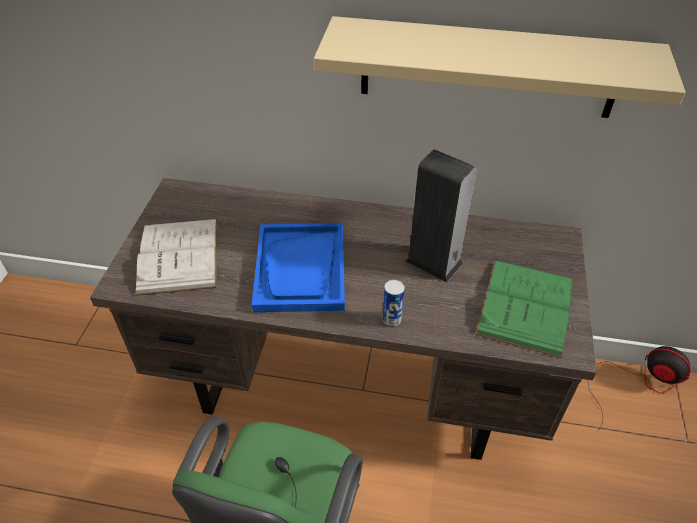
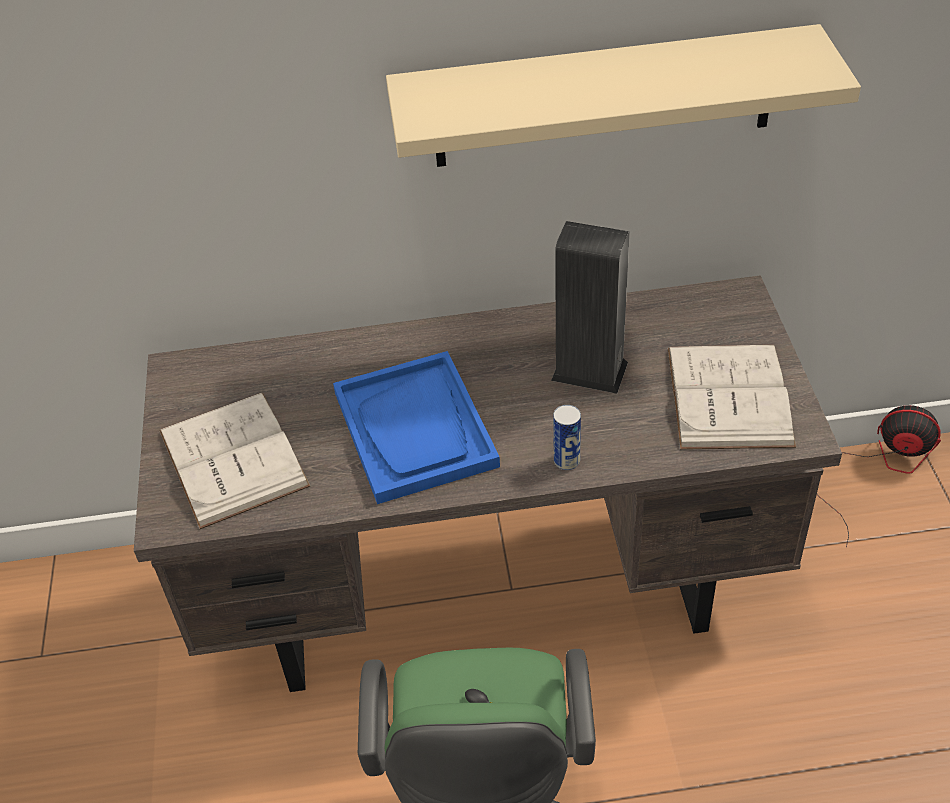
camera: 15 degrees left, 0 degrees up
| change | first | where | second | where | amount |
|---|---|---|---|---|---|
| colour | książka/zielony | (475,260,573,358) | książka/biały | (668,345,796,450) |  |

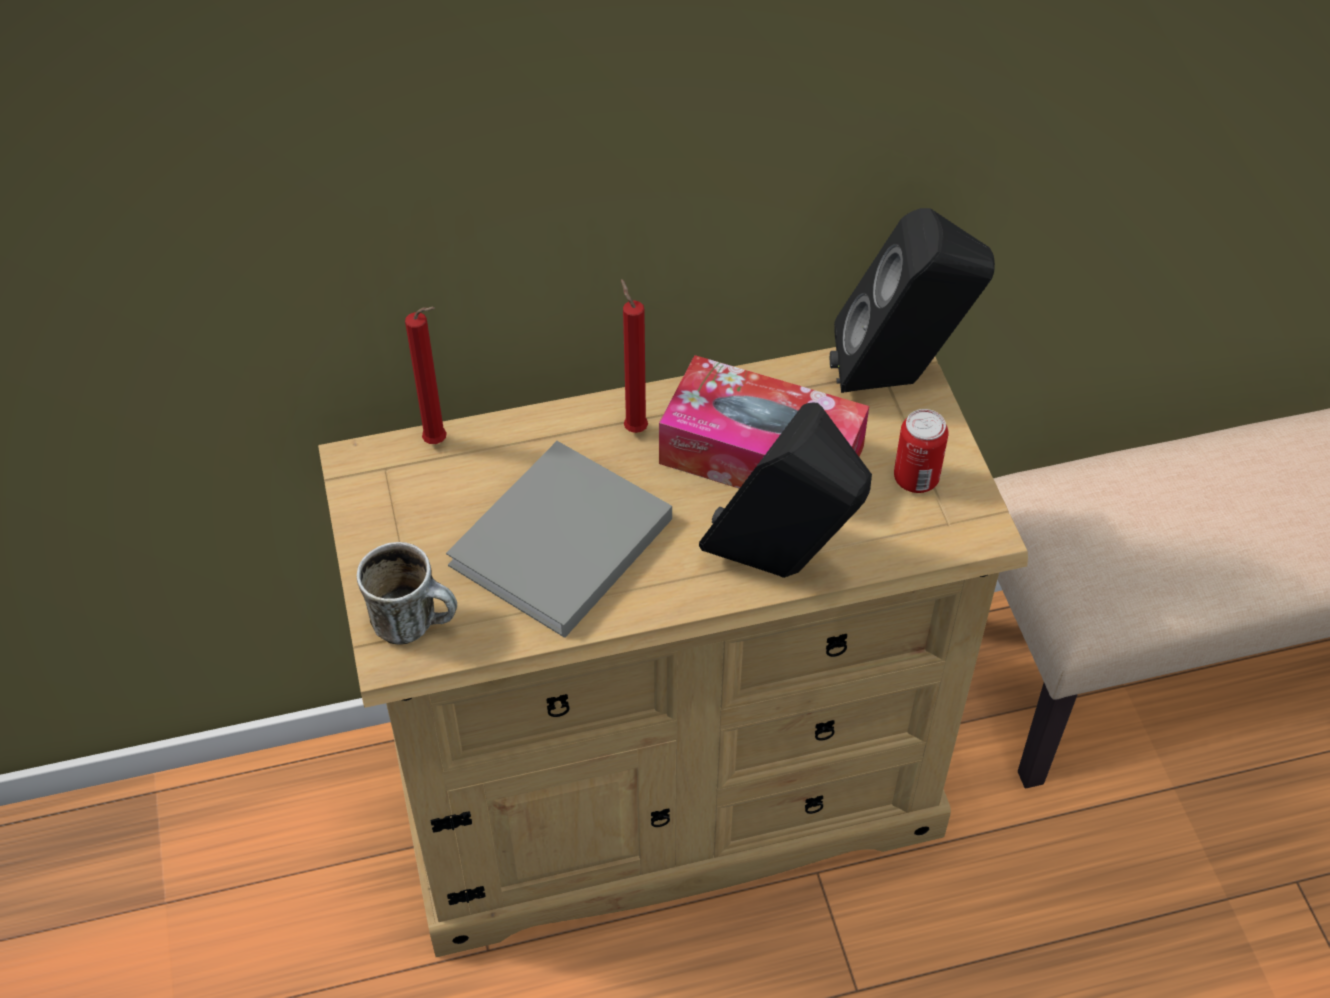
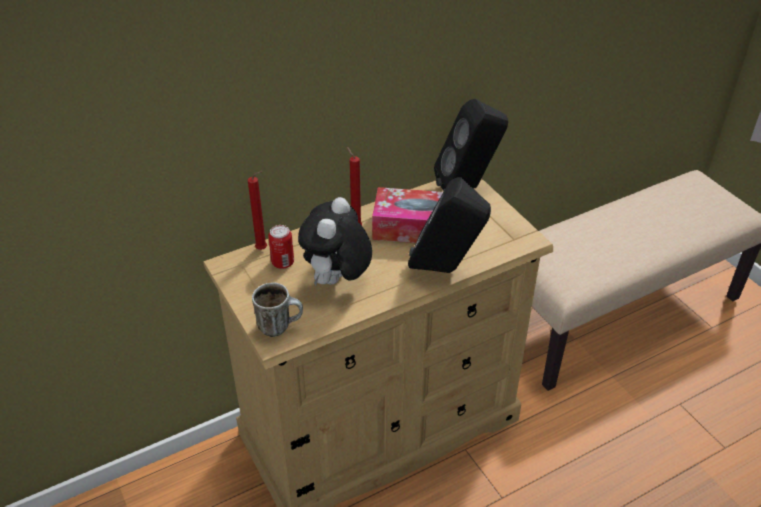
camera: 15 degrees left, 10 degrees down
| change | first | where | second | where | amount |
|---|---|---|---|---|---|
| exchanged | książka/szary | (446,441,672,638) | pluszak | (298,197,372,286) |  |
| relocated | puszka | (894,409,949,493) |  | (268,225,294,269) |  |

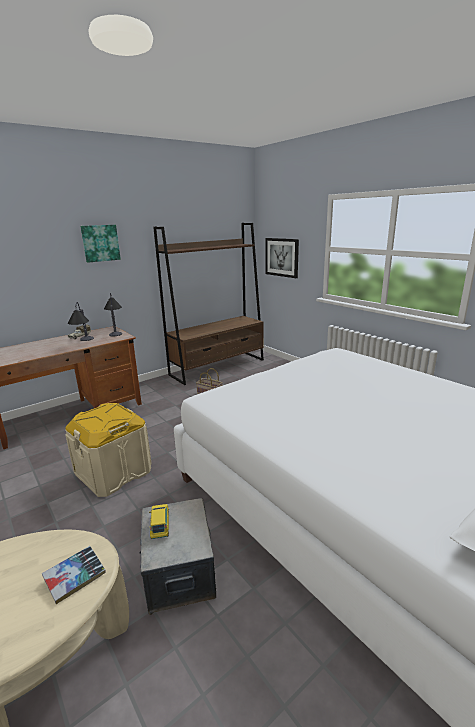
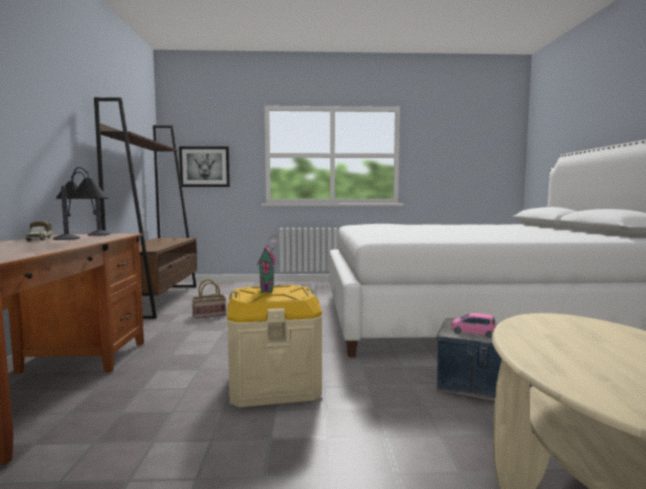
camera: 55 degrees left, 15 degrees down
| change | first | where | second | where | amount |
|---|---|---|---|---|---|
| missing | książka | (42,546,106,604) |  |  |  |
| missing | obraz | (80,225,121,263) |  |  |  |
| colour | samochodzik/żółty | (149,504,169,539) | samochodzik/różowy | (451,313,495,338) |  |
| appeared |  |  | domek | (257,235,278,293) |  |

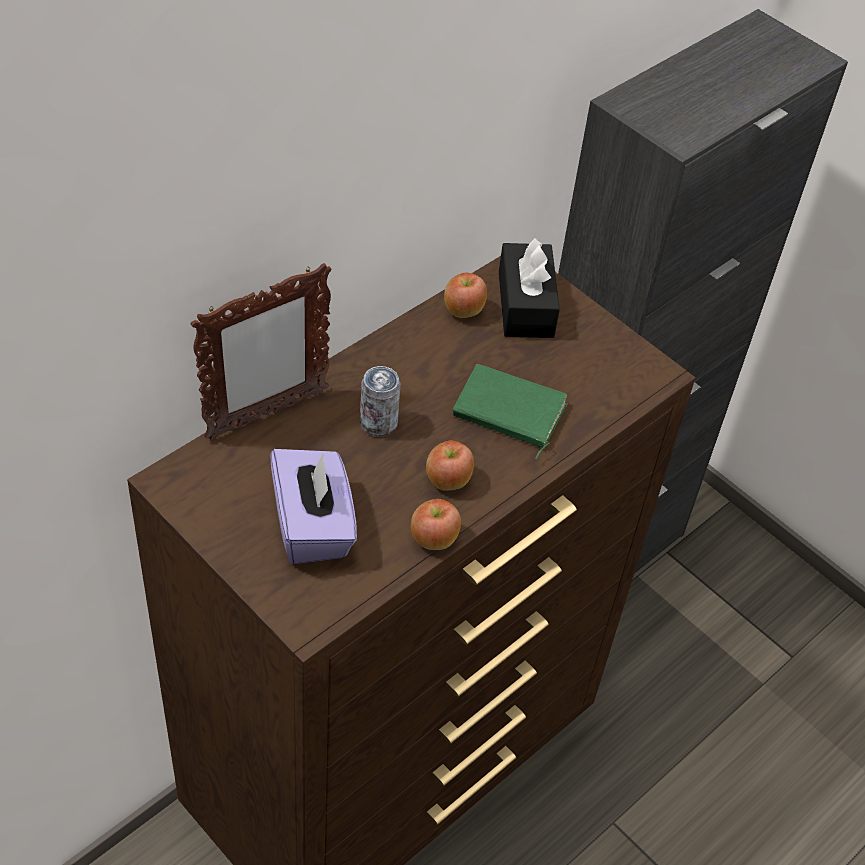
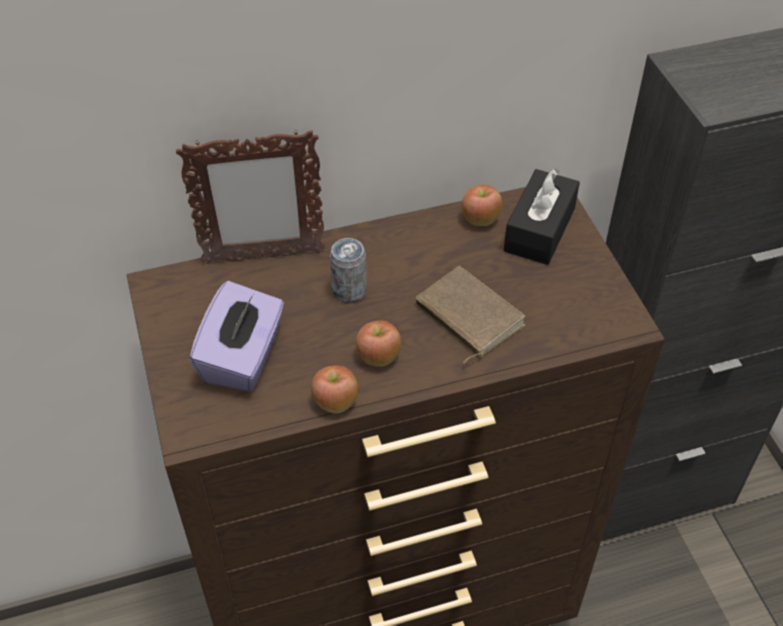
camera: 30 degrees right, 0 degrees up
| change | first | where | second | where | amount |
|---|---|---|---|---|---|
| colour | książka/zielony | (453,364,567,459) | książka/brązowy | (416,266,525,363) |  |

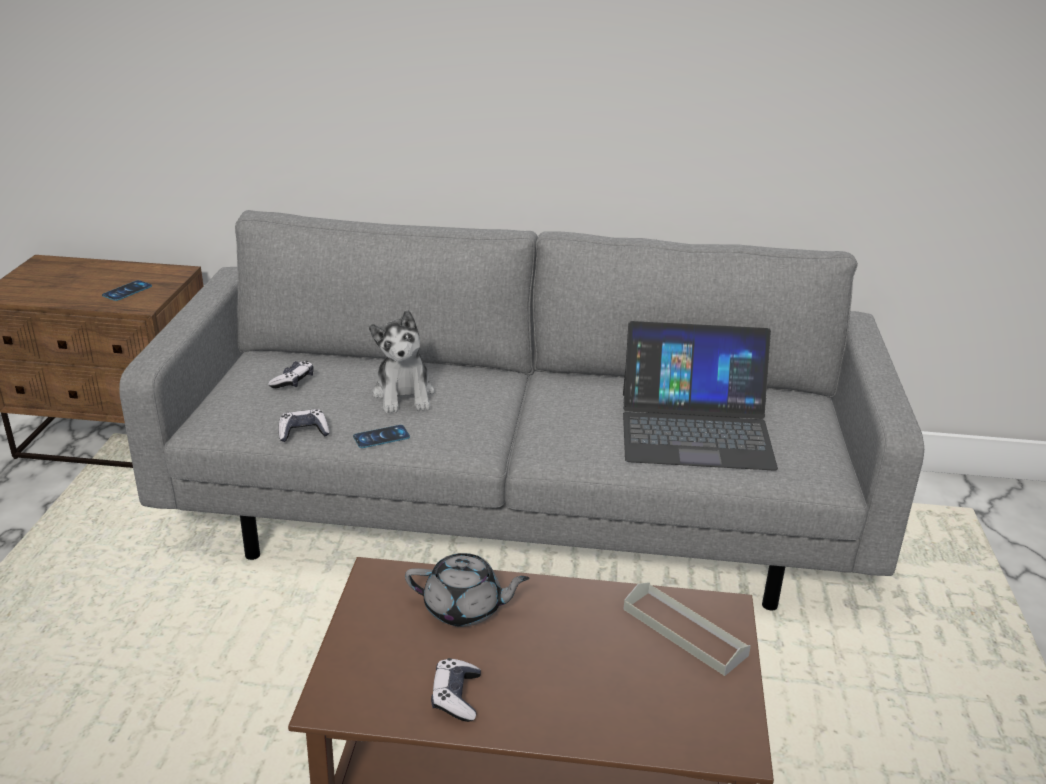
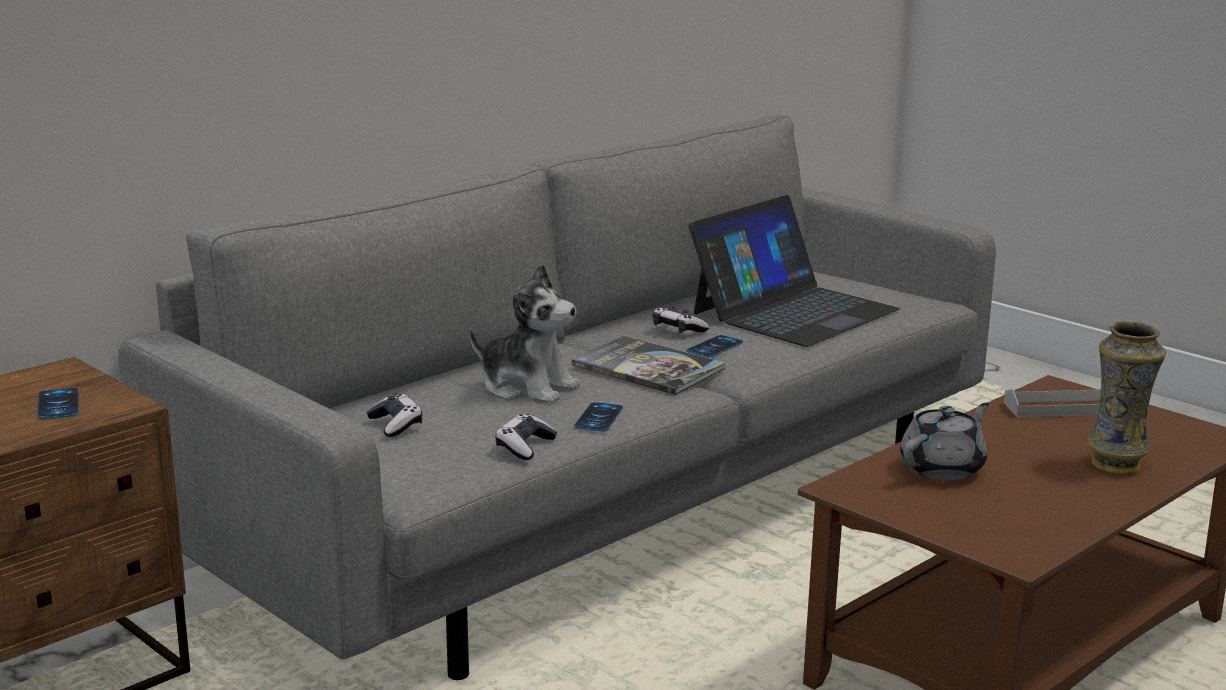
camera: 50 degrees left, 10 degrees down
| change | first | where | second | where | amount |
|---|---|---|---|---|---|
| relocated | pad do gier | (431,658,481,722) |  | (653,306,710,333) |  |
| appeared |  |  | książka | (572,336,725,395) |  |
| appeared |  |  | telefon | (687,335,743,358) |  |
| appeared |  |  | wazon | (1087,321,1166,474) |  |

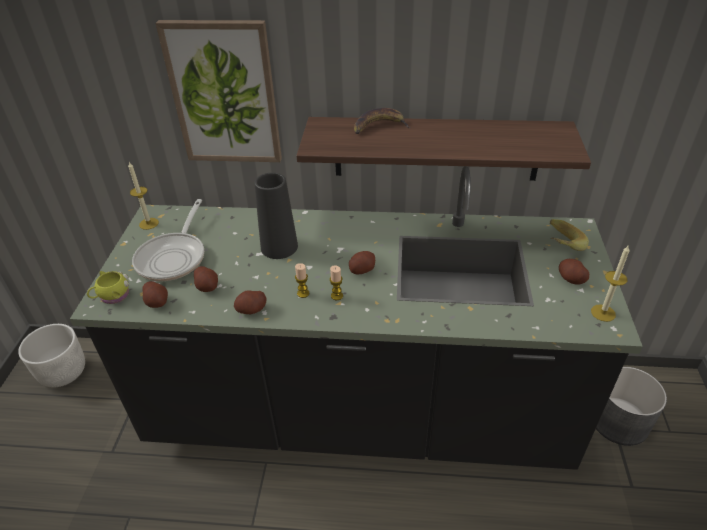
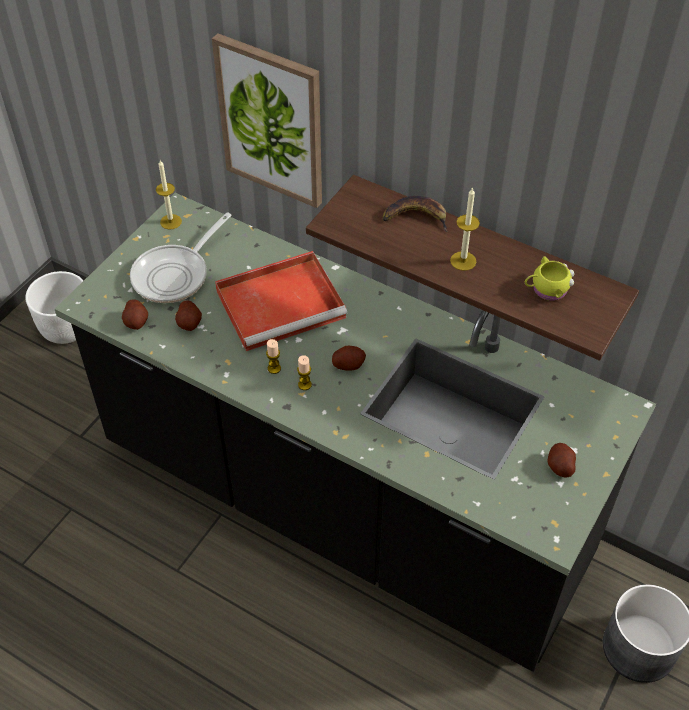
camera: 25 degrees right, 10 degrees up
| change | first | where | second | where | amount |
|---|---|---|---|---|---|
| relocated | kubek/żółty | (87,271,129,304) |  | (525,256,574,301) |  |
| missing | ziemniak | (234,290,266,314) |  |  |  |
| exchanged | wazon/czarny | (254,173,298,259) | taca/czerwony | (215,251,347,351) |  |
| missing | banan | (550,219,589,251) |  |  |  |
| relocated | świeca | (591,246,630,322) |  | (450,187,480,271) |  |

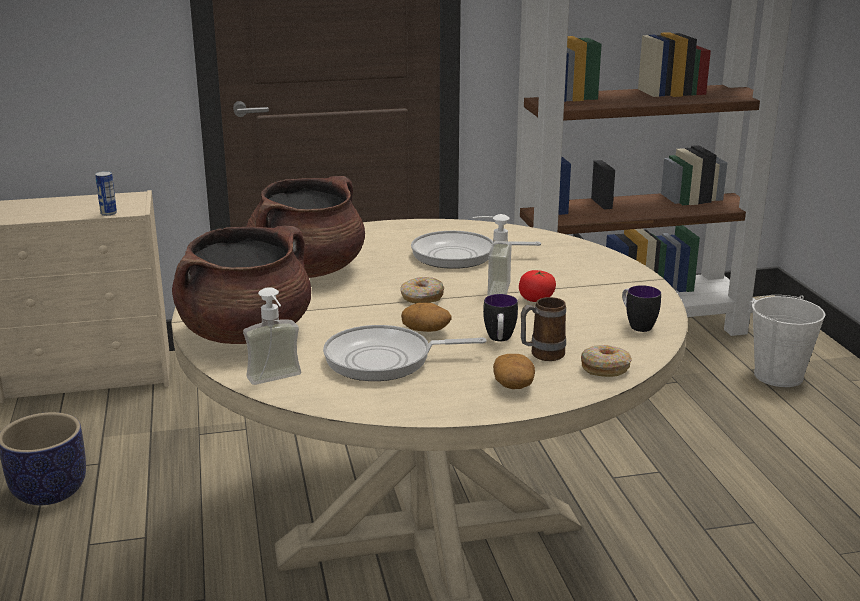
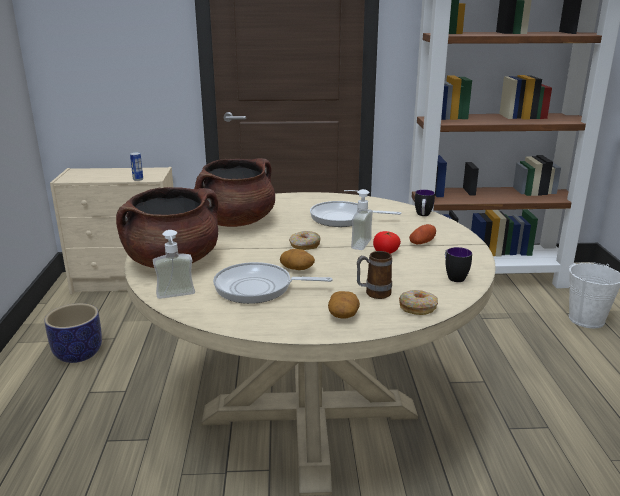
camera: 10 degrees right, 0 degrees up
| change | first | where | second | where | amount |
|---|---|---|---|---|---|
| relocated | kubek | (483,294,518,341) |  | (415,190,435,216) |  |
| appeared |  |  | ziemniak | (409,224,436,244) |  |

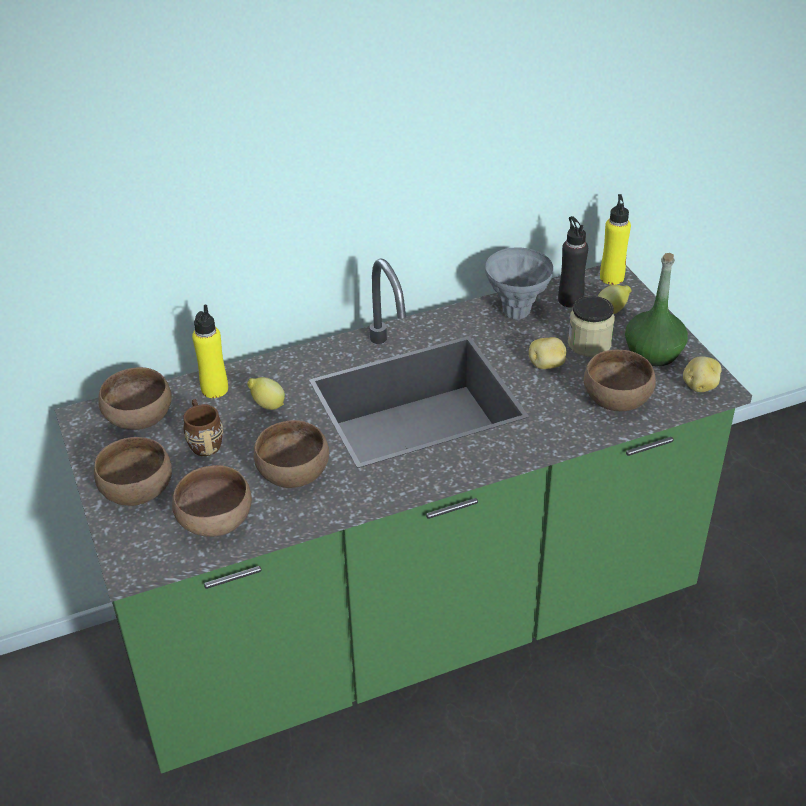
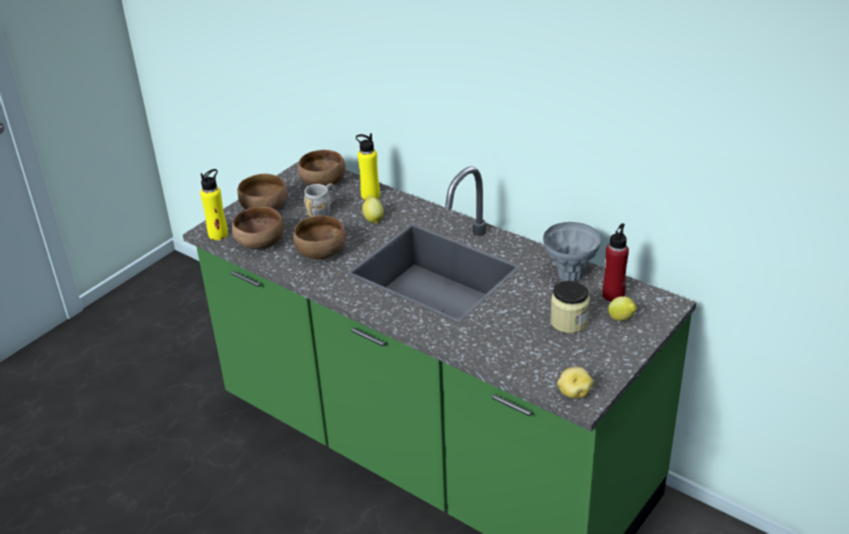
camera: 60 degrees right, 5 degrees down
| change | first | where | second | where | amount |
|---|---|---|---|---|---|
| colour | kubek/brązowy | (183,399,223,456) | kubek/szary | (304,183,336,217) |  |
| missing | ziemniak | (529,337,566,369) |  |  |  |
| colour | butelka/czarny | (558,216,588,308) | butelka/czerwony | (602,223,629,302) |  |
| missing | miska/brązowy | (584,350,656,411) |  |  |  |
| relocated | butelka/żółty | (600,194,631,285) |  | (200,169,228,240) |  |
| missing | butelka/zielony | (625,253,688,366) |  |  |  |

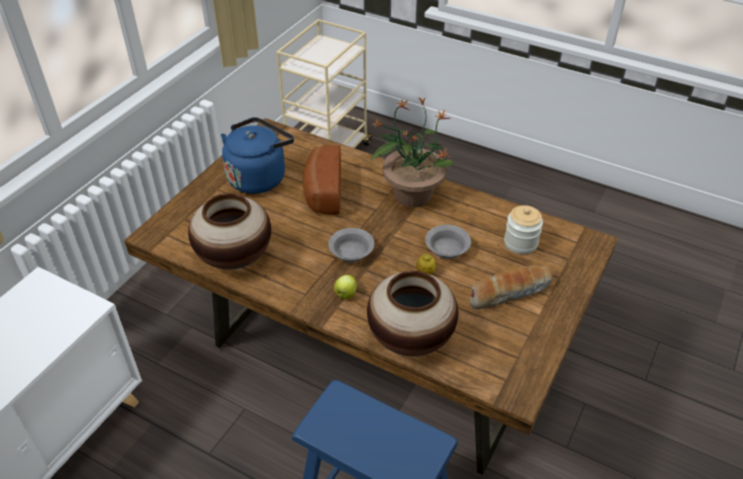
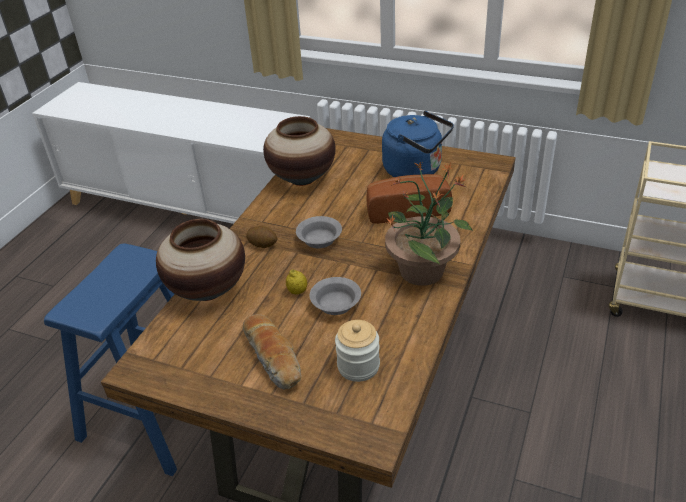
camera: 85 degrees right, 5 degrees down
| change | first | where | second | where | amount |
|---|---|---|---|---|---|
| exchanged | jabłko | (334,275,357,299) | ziemniak | (246,226,278,248) |  |

